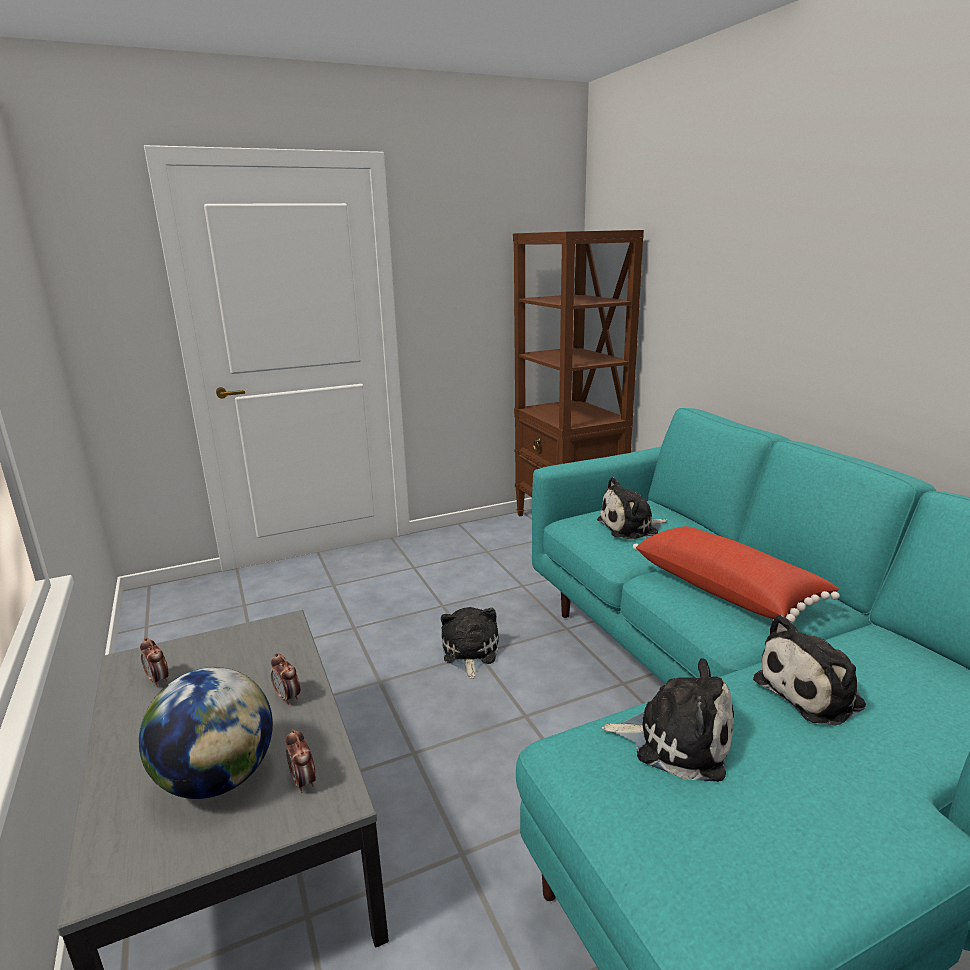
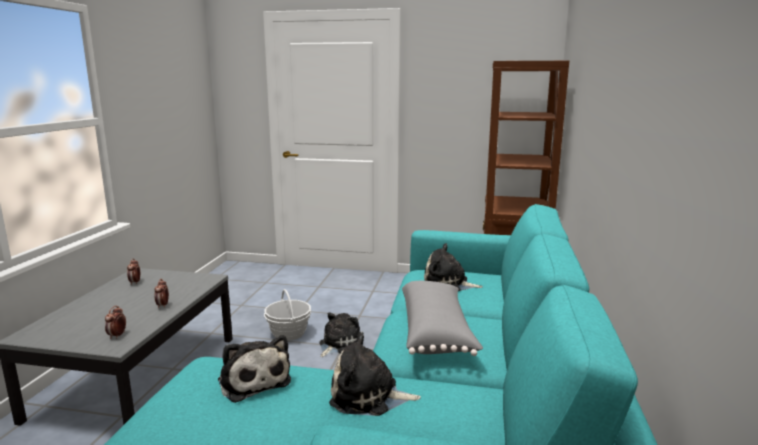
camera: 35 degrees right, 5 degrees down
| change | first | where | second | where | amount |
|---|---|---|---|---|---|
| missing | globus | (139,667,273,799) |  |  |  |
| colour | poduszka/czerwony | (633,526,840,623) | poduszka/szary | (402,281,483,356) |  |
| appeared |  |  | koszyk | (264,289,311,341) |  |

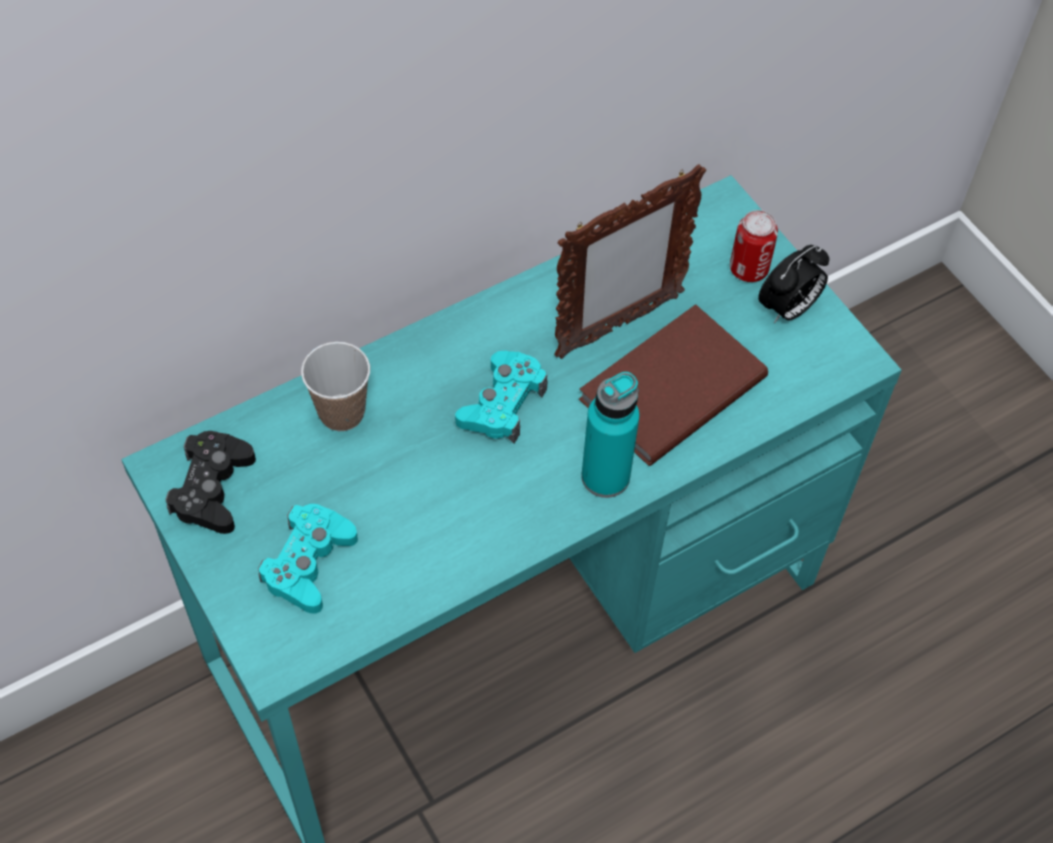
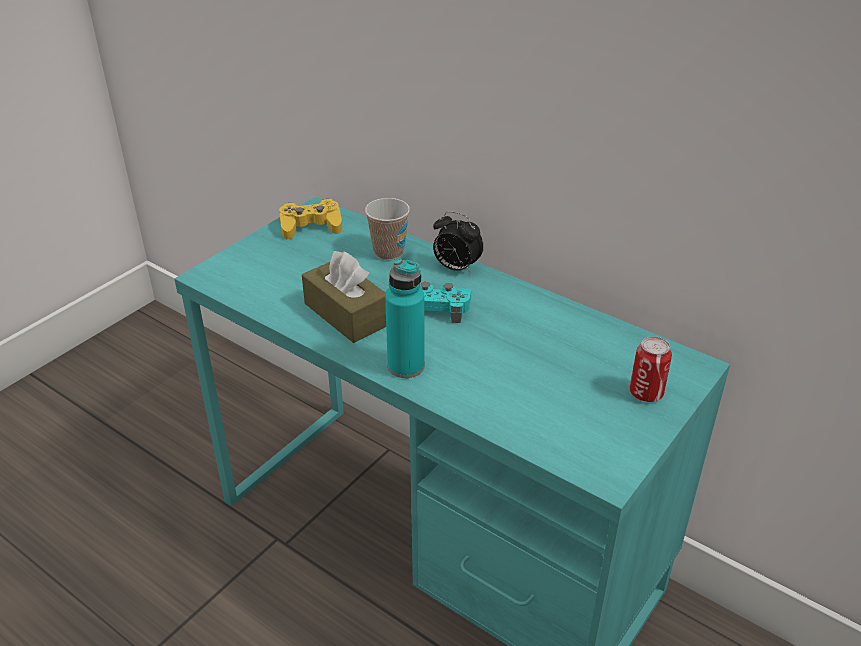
camera: 70 degrees right, 20 degrees down
| change | first | where | second | where | amount |
|---|---|---|---|---|---|
| colour | pad do gier/czarny | (165,431,256,534) | pad do gier/żółty | (279,199,342,239) |  |
| missing | pad do gier/turkusowy | (258,504,358,614) |  |  |  |
| missing | ramka na zdjęcie | (554,164,706,359) |  |  |  |
| missing | książka/brązowy | (579,304,768,466) |  |  |  |
| relocated | budzik | (758,245,829,323) |  | (433,211,484,274) |  |
| appeared |  |  | pudełko chusteczek/brązowy | (302,251,386,343) |  |

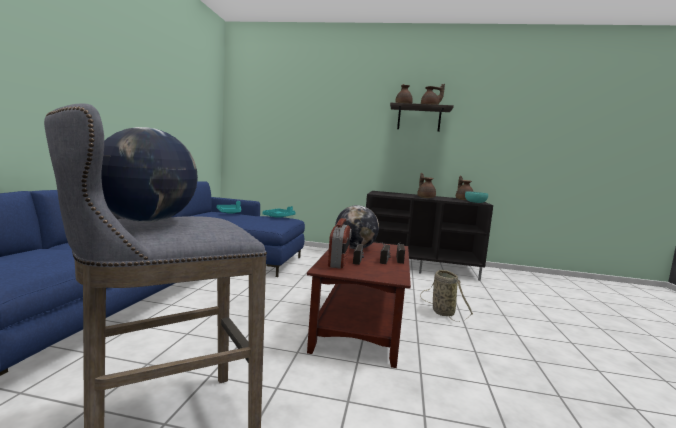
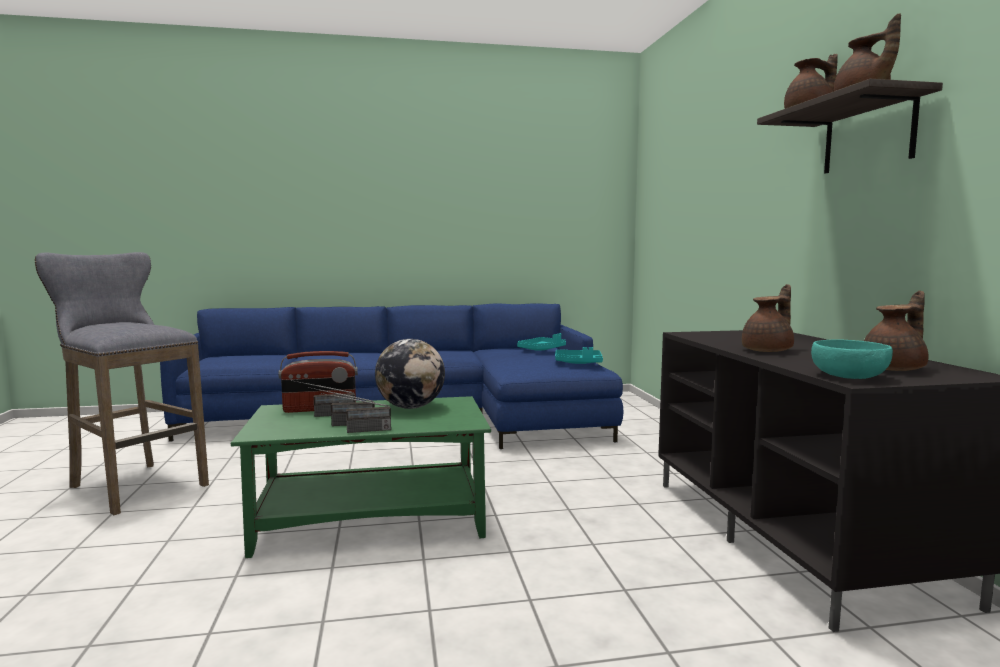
camera: 70 degrees right, 0 degrees up
| change | first | where | second | where | amount |
|---|---|---|---|---|---|
| missing | globus | (102,127,198,223) |  |  |  |
| colour | ława/brązowy | (307,242,411,368) | ława/zielony | (231,396,491,558) |  |
| missing | koszyk | (420,270,473,322) |  |  |  |

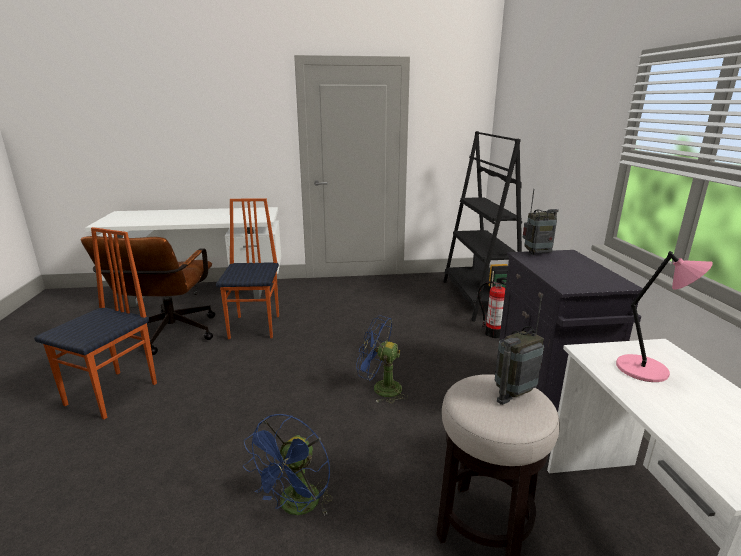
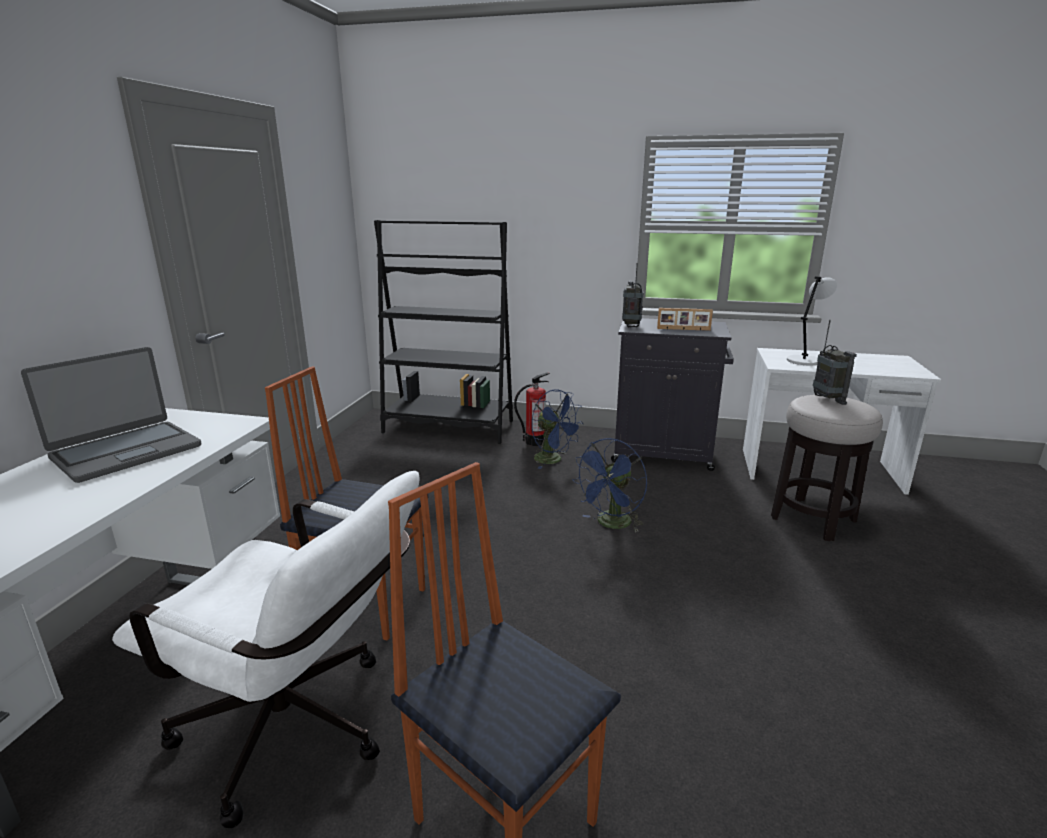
camera: 70 degrees left, 0 degrees up
| change | first | where | second | where | amount |
|---|---|---|---|---|---|
| colour | krzesło biurowe/brązowy | (81,236,215,355) | krzesło biurowe/biały | (112,471,419,828) |  |
| relocated | wentylator/niebieski | (243,414,333,516) |  | (531,389,583,469) |  |
| colour | lampa stołowa/różowy | (616,251,713,382) | lampa stołowa/szary | (787,276,837,365) |  |
| appeared |  |  | laptop | (21,347,201,483) |  |
| appeared |  |  | ramka na zdjęcie | (657,308,713,331) |  |

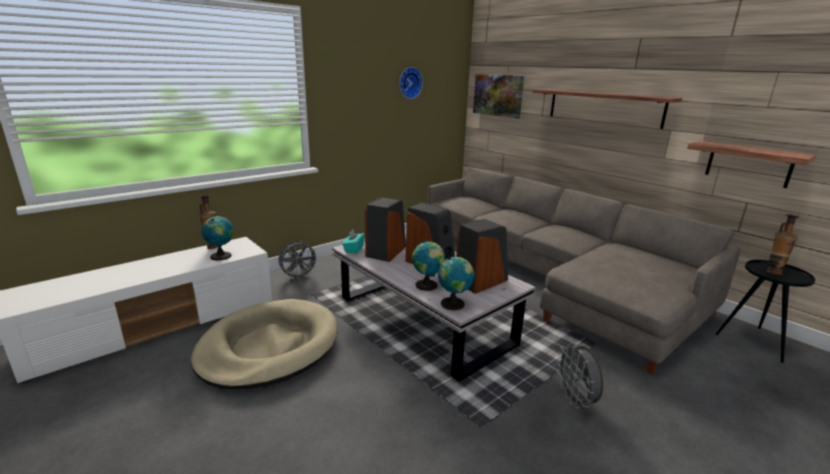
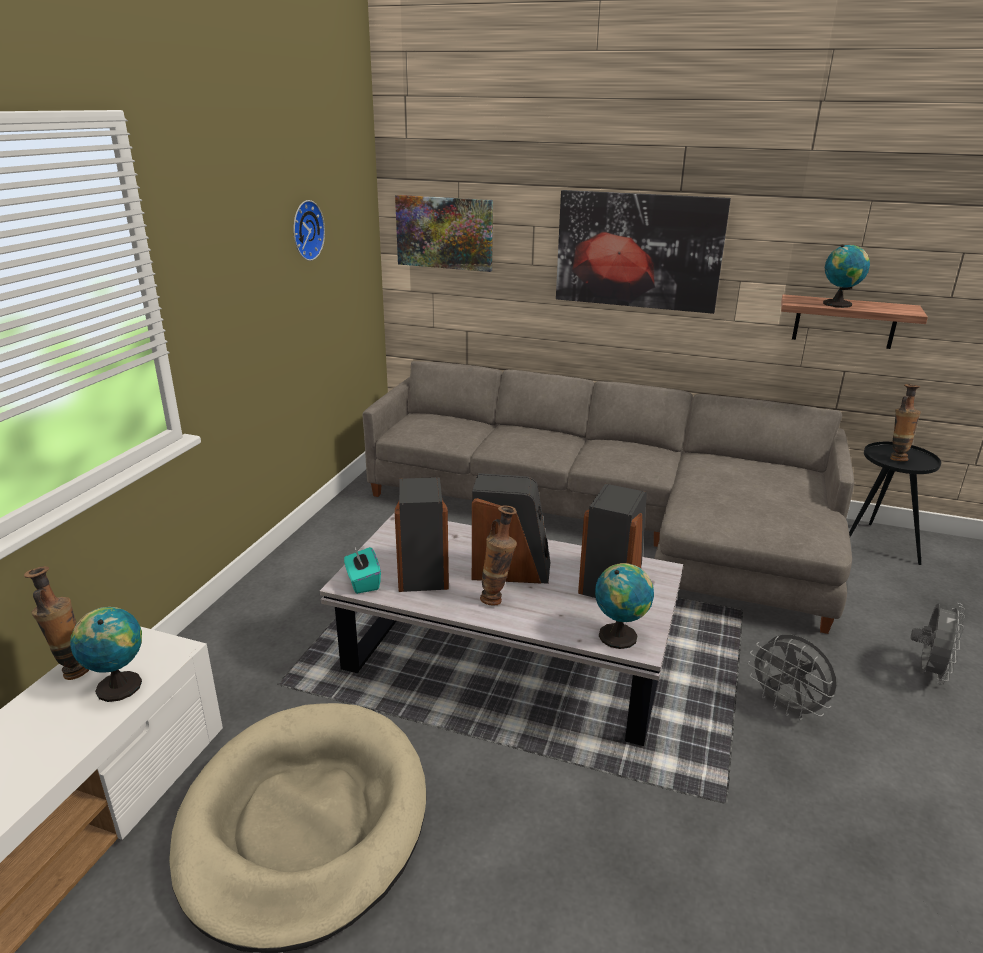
camera: 30 degrees left, 5 degrees up
| change | first | where | second | where | amount |
|---|---|---|---|---|---|
| relocated | wentylator/szary | (278,241,319,280) |  | (910,603,965,685) |  |
| relocated | globus | (412,241,446,291) |  | (823,244,870,308) |  |
| exchanged | półka | (532,89,682,129) | obraz | (556,190,731,314) |  |
| appeared |  |  | wazon | (480,506,517,606) |  |

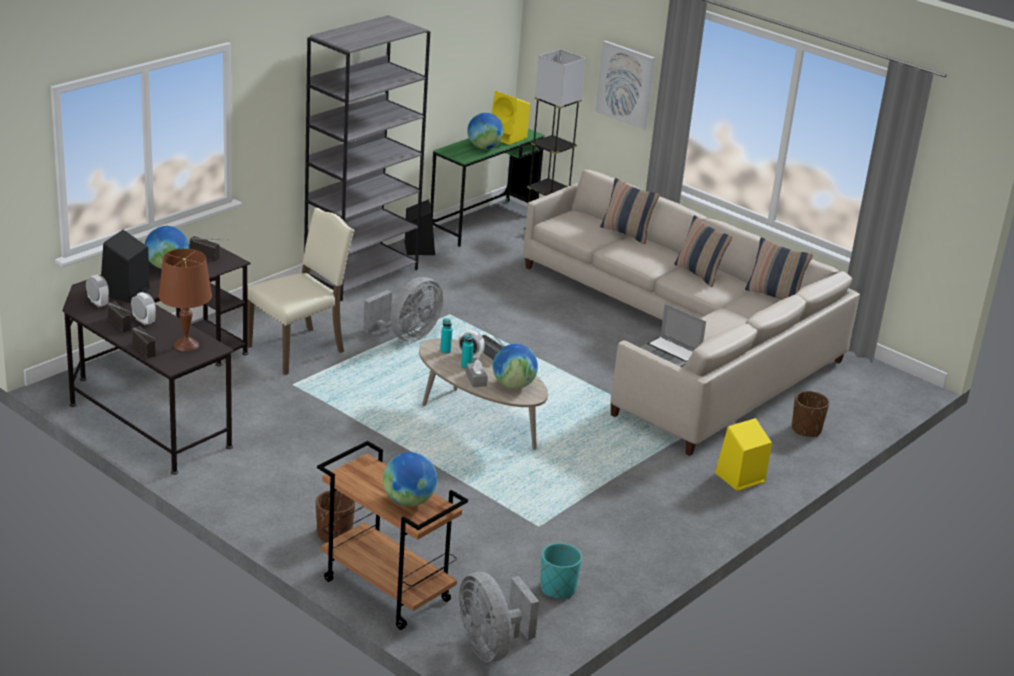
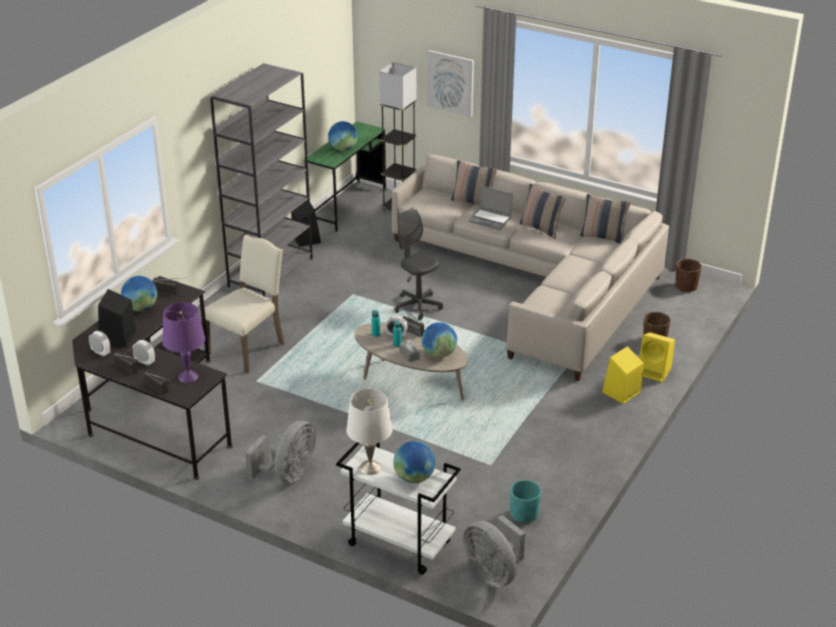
camera: 10 degrees left, 5 degrees up
| change | first | where | second | where | amount |
|---|---|---|---|---|---|
| colour | lampa stołowa/brązowy | (159,249,212,351) | lampa stołowa/fioletowy | (162,302,205,383) |  |
| relocated | donica/brązowy | (316,490,355,542) |  | (675,259,702,292) |  |
| colour | wózek/brązowy | (317,441,468,630) | wózek/biały | (336,442,461,574) |  |
| relocated | wentylator/szary | (363,277,443,342) |  | (245,421,316,482) |  |
| relocated | głośnik/żółty | (491,91,530,145) |  | (639,332,675,382) |  |
| relocated | laptop | (640,304,706,367) |  | (468,186,513,230) |  |
| appeared |  |  | lampa stołowa/biały | (346,389,393,475) |  |
| appeared |  |  | krzesło biurowe/szary | (394,208,443,320) |  |

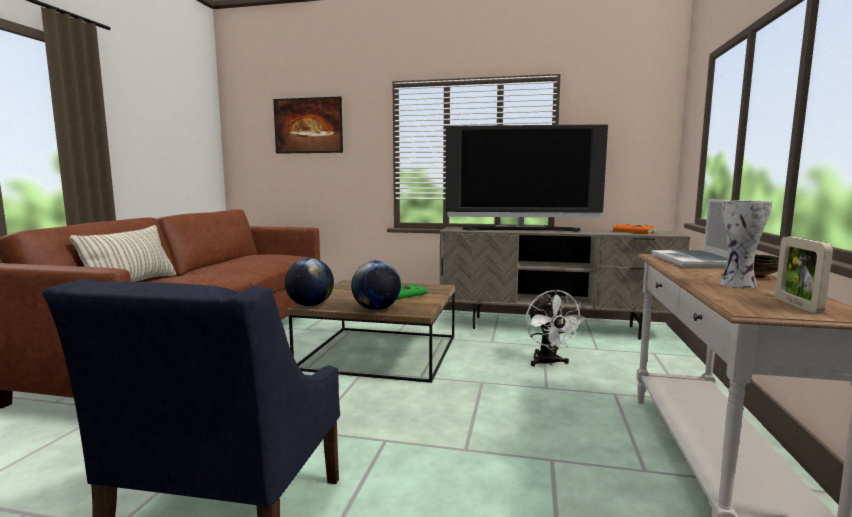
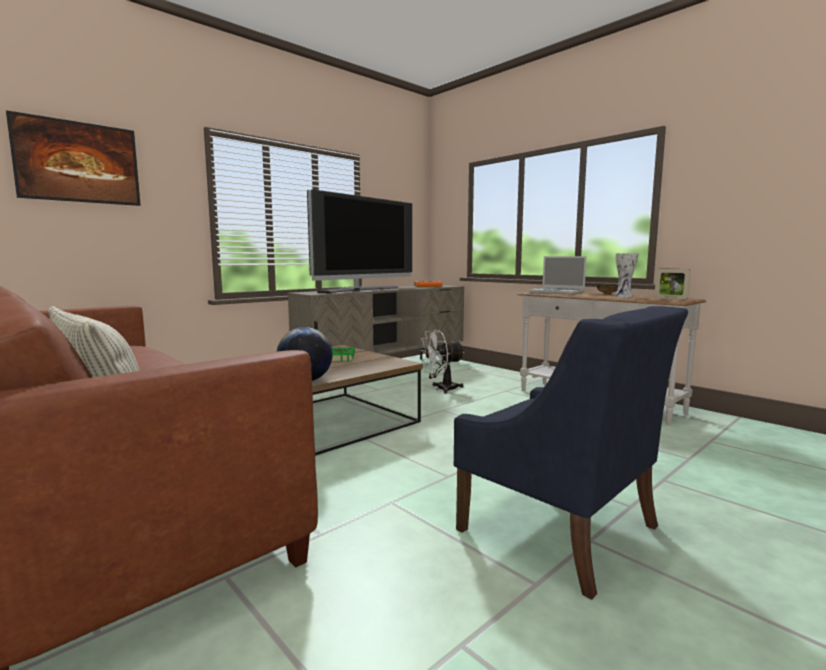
camera: 55 degrees left, 0 degrees up
| change | first | where | second | where | amount |
|---|---|---|---|---|---|
| missing | globus | (351,261,401,310) |  |  |  |
| spun | wentylator/biały | (525,289,586,366) |  | (420,330,465,394) | 135 degrees clockwise |

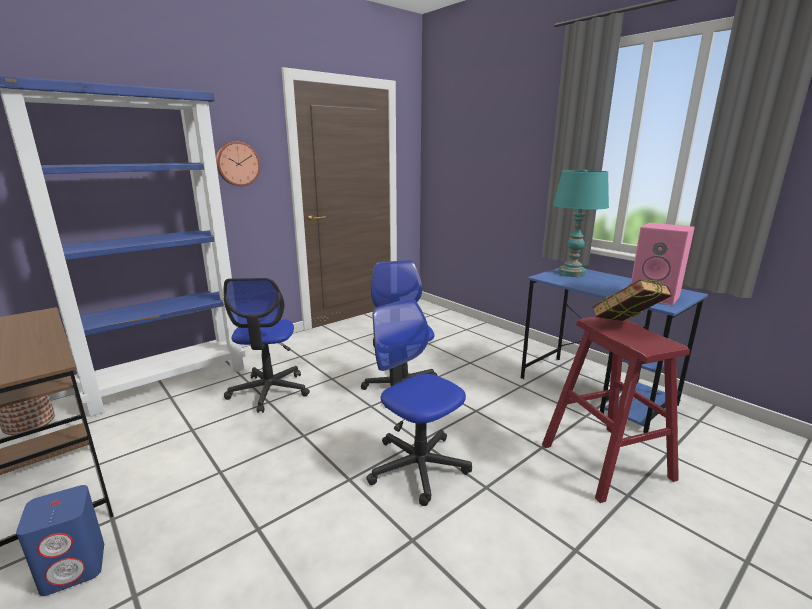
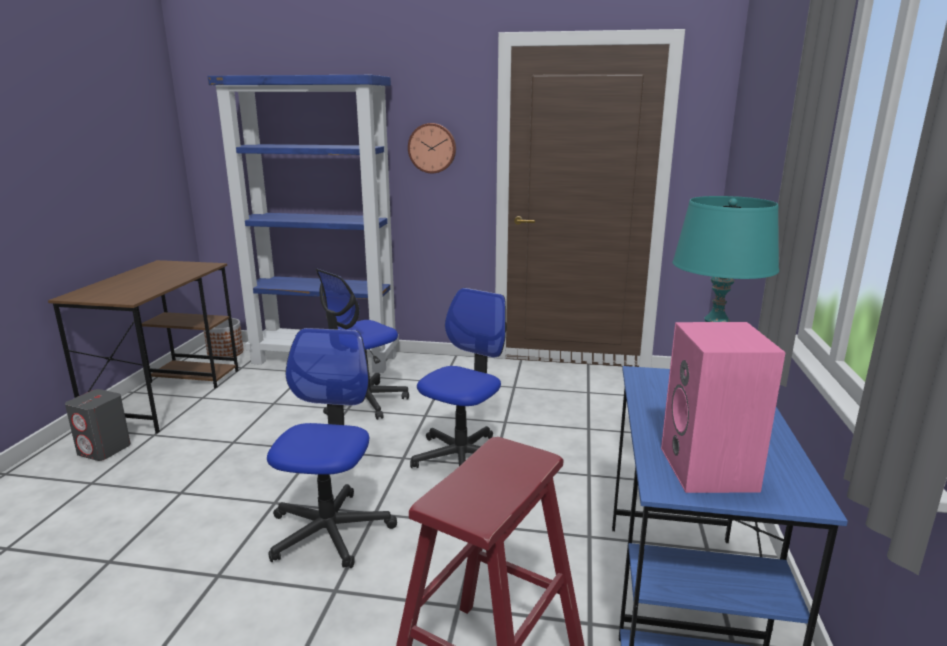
camera: 50 degrees right, 0 degrees up
| change | first | where | second | where | amount |
|---|---|---|---|---|---|
| colour | głośnik/niebieski | (16,485,104,596) | głośnik/szary | (65,389,131,461) |  |
| missing | książka | (592,279,673,321) |  |  |  |

